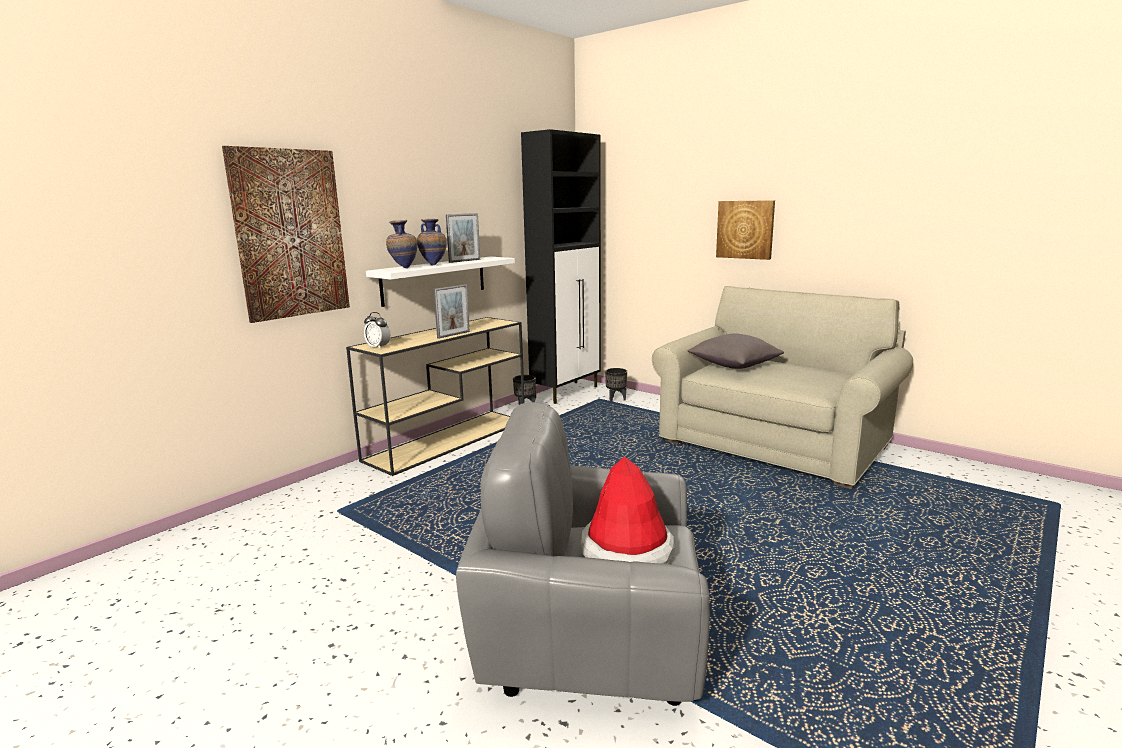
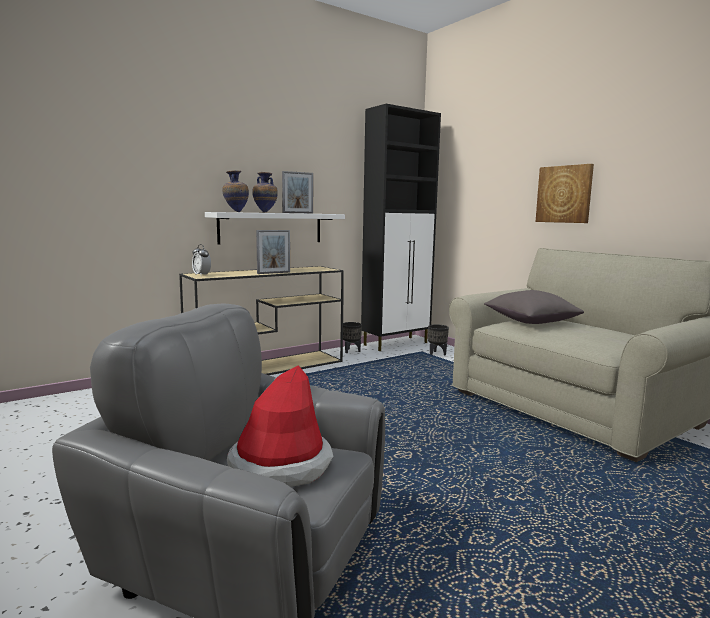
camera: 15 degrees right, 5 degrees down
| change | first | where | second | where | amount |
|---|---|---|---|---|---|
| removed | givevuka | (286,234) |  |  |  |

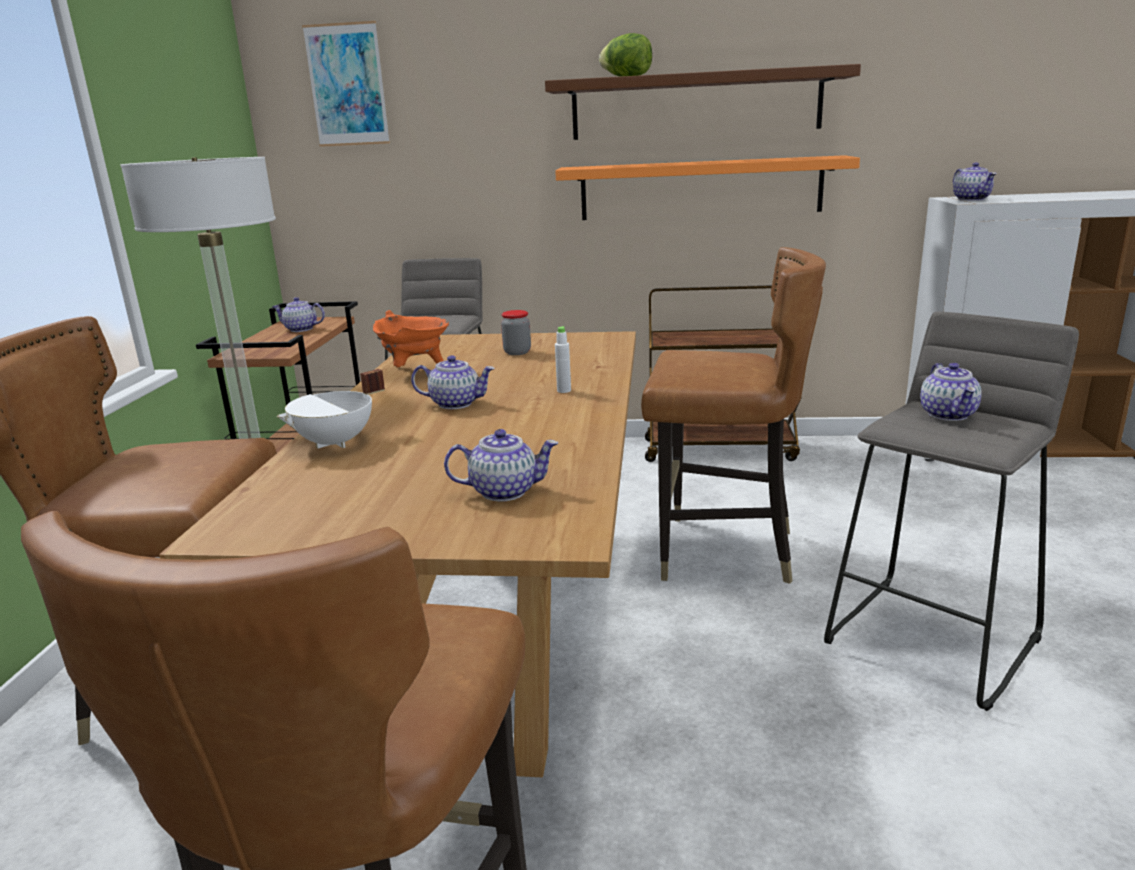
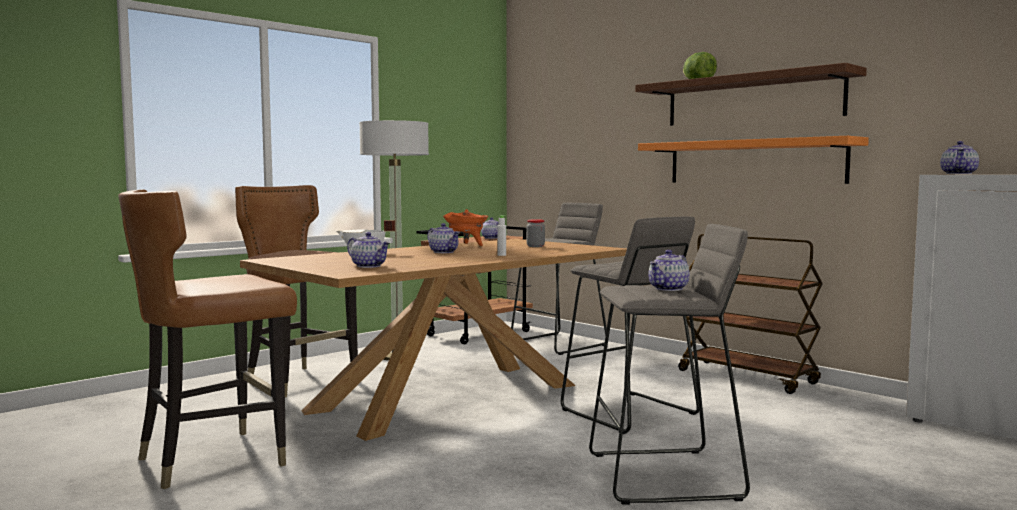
camera: 40 degrees right, 15 degrees down
| change | first | where | second | where | amount |
|---|---|---|---|---|---|
| removed | givevuka | (346,84) |  |  |  |
| replaced | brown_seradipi | (733,415) | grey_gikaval | (630,325) |  |

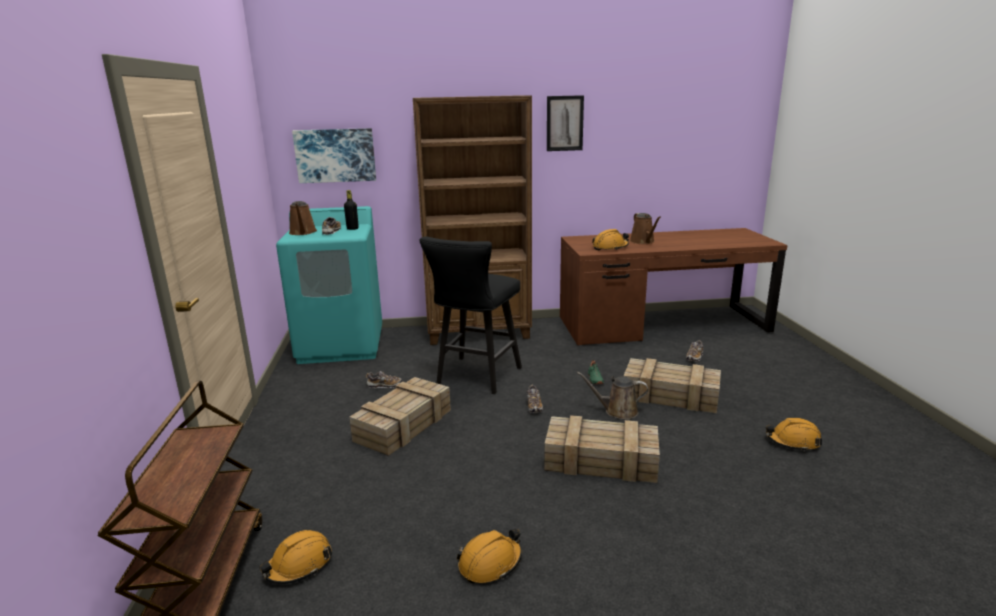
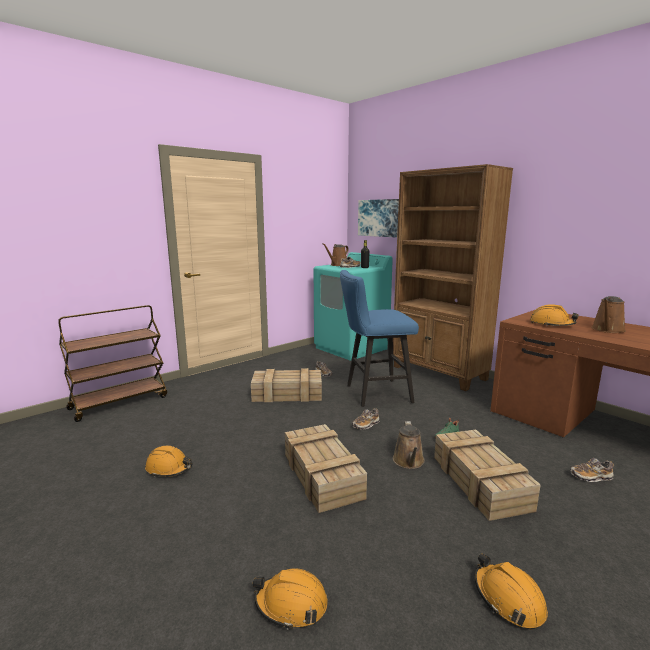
camera: 55 degrees right, 5 degrees down
| change | first | where | second | where | amount |
|---|---|---|---|---|---|
| removed | givevuka | (565,123) |  |  |  |
| moved | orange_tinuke | (295,557) |  | (290,599) |  |
| recoloured | black_gikaval | (471,315) | blue_gikaval | (379,338) |  |
| turned | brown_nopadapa | (612,395) |  | (409,445) | 150 degrees counterclockwise |

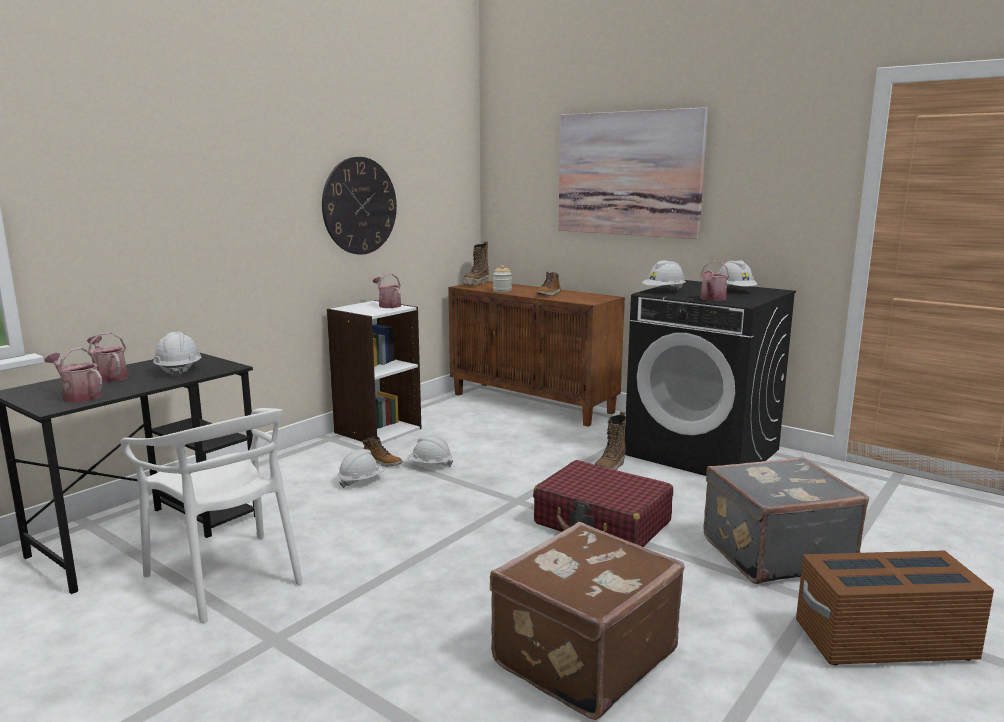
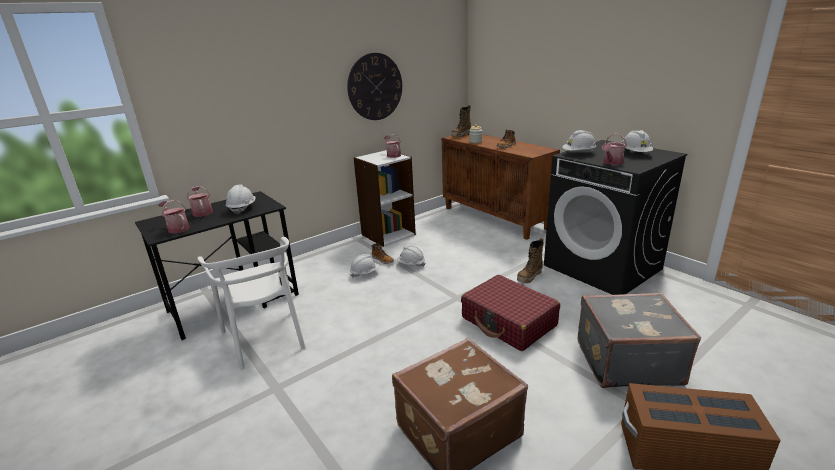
camera: 15 degrees right, 10 degrees up
| change | first | where | second | where | amount |
|---|---|---|---|---|---|
| removed | givevuka | (633,173) |  |  |  |

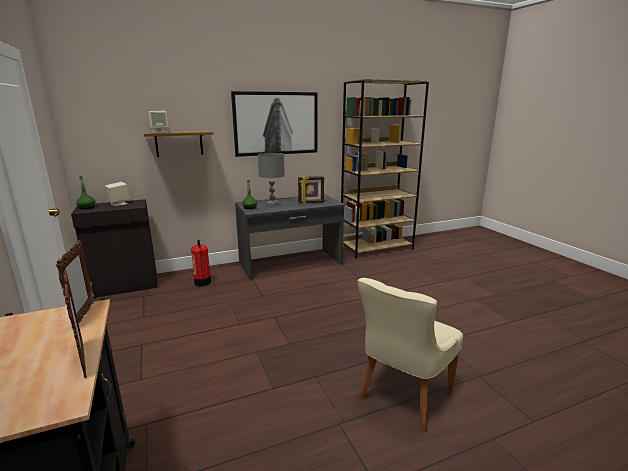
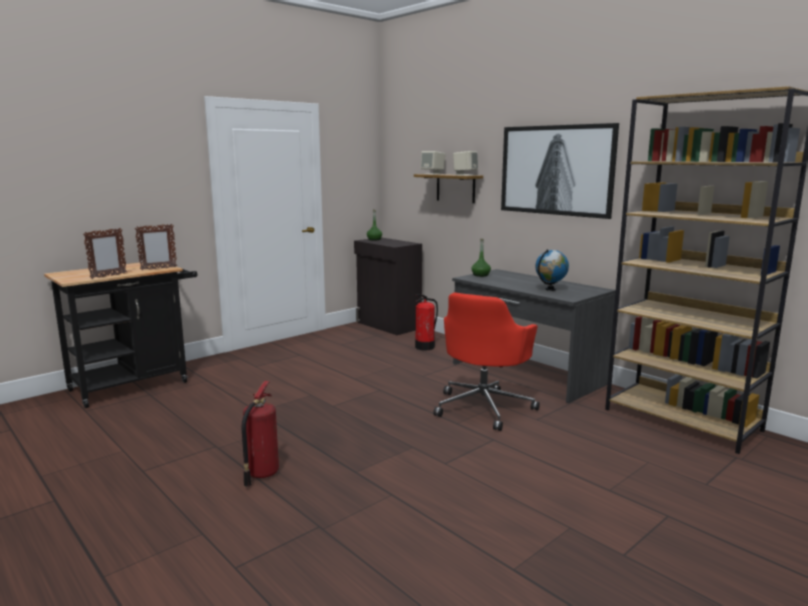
camera: 70 degrees right, 5 degrees down
| change | first | where | second | where | amount |
|---|---|---|---|---|---|
| removed | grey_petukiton | (271,179) |  |  |  |
| added |  |  | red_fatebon | (486,362) |  |
| moved | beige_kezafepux | (117,194) |  | (465,163) |  |
| replaced | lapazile | (311,189) | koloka | (552,270) |  |
| replaced | beige_seradipi | (410,355) | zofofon | (260,434) |  |

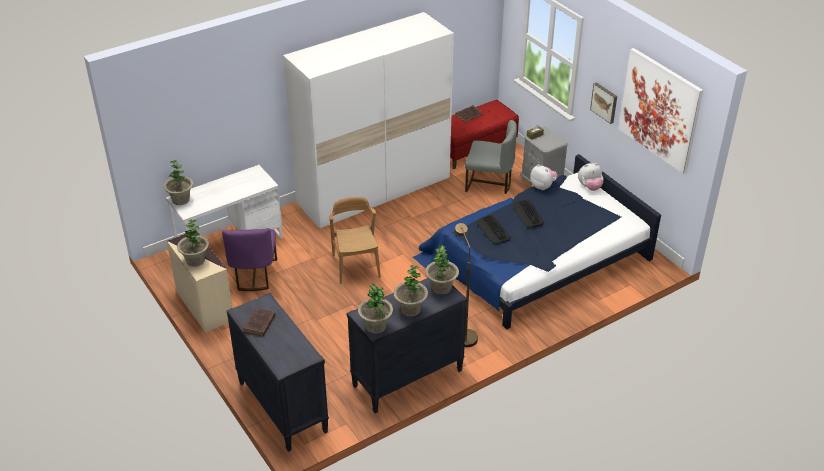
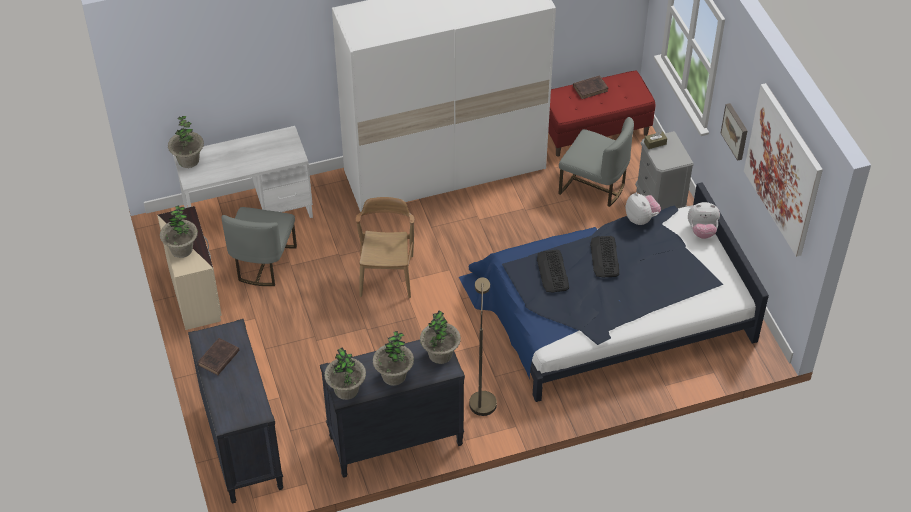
camera: 15 degrees right, 10 degrees up
| change | first | where | second | where | amount |
|---|---|---|---|---|---|
| recoloured | purple_seradipi | (249,259) | grey_seradipi | (259,246) |  |

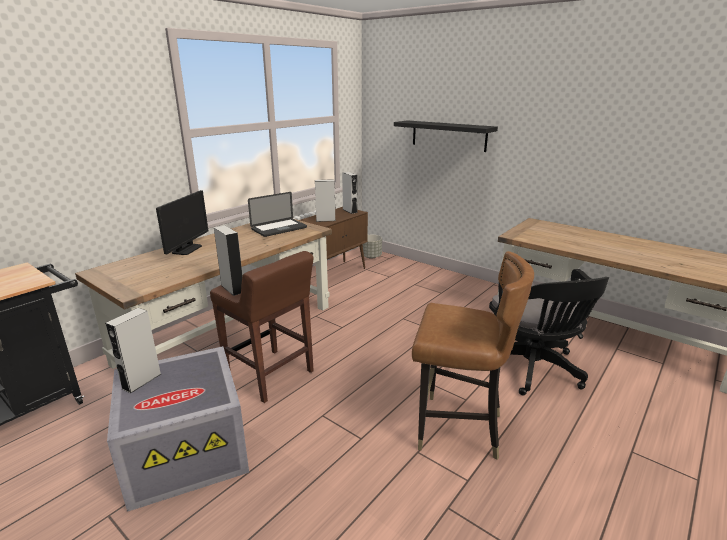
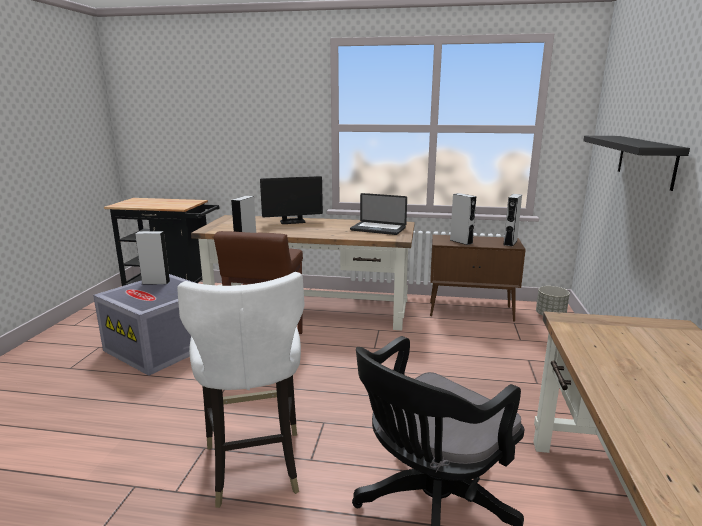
camera: 60 degrees right, 5 degrees down
| change | first | where | second | where | amount |
|---|---|---|---|---|---|
| recoloured | brown_seradipi | (473,355) | white_seradipi | (241,390) |  |

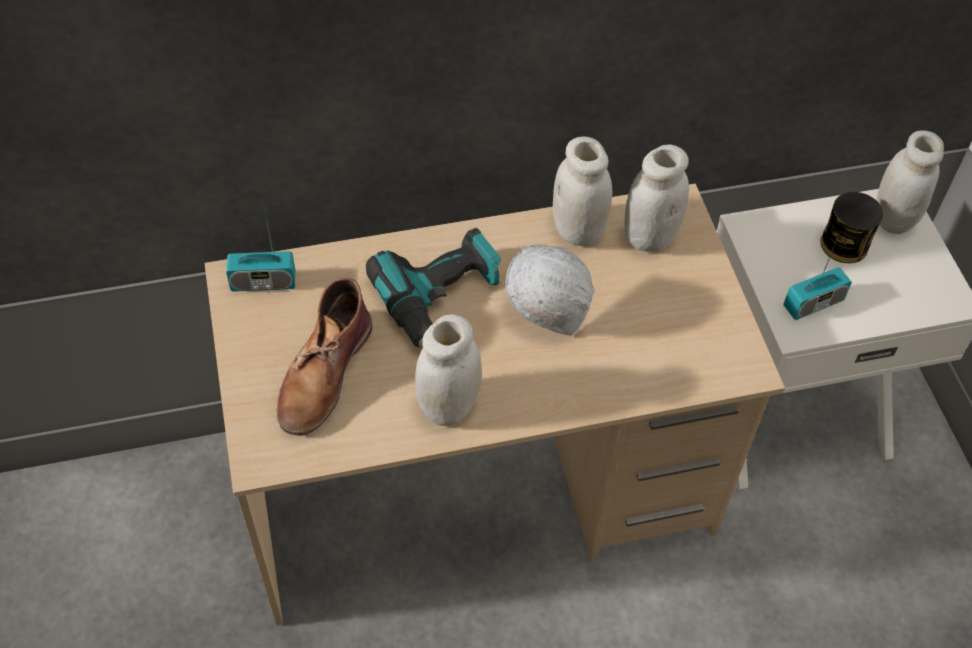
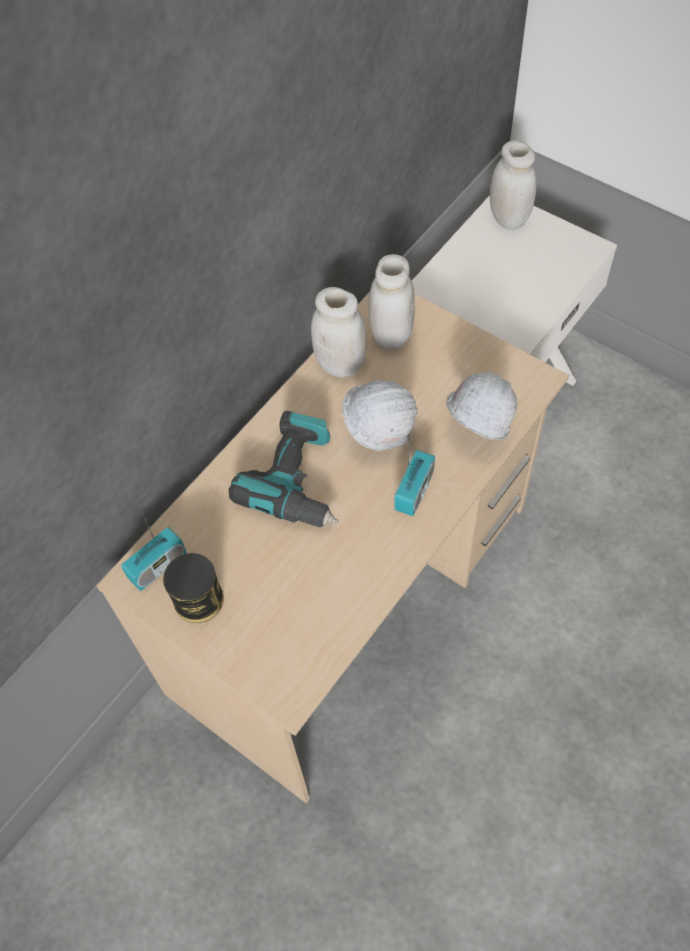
camera: 35 degrees left, 5 degrees up
| change | first | where | second | where | amount |
|---|---|---|---|---|---|
| removed | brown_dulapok | (324,356) |  |  |  |
| removed | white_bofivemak | (448,370) |  |  |  |
| added |  |  | white_tinuke | (481,405) |  |
| moved | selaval | (817,277) |  | (414,473) |  |
| moved | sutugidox | (851,227) |  | (193,588) |  |

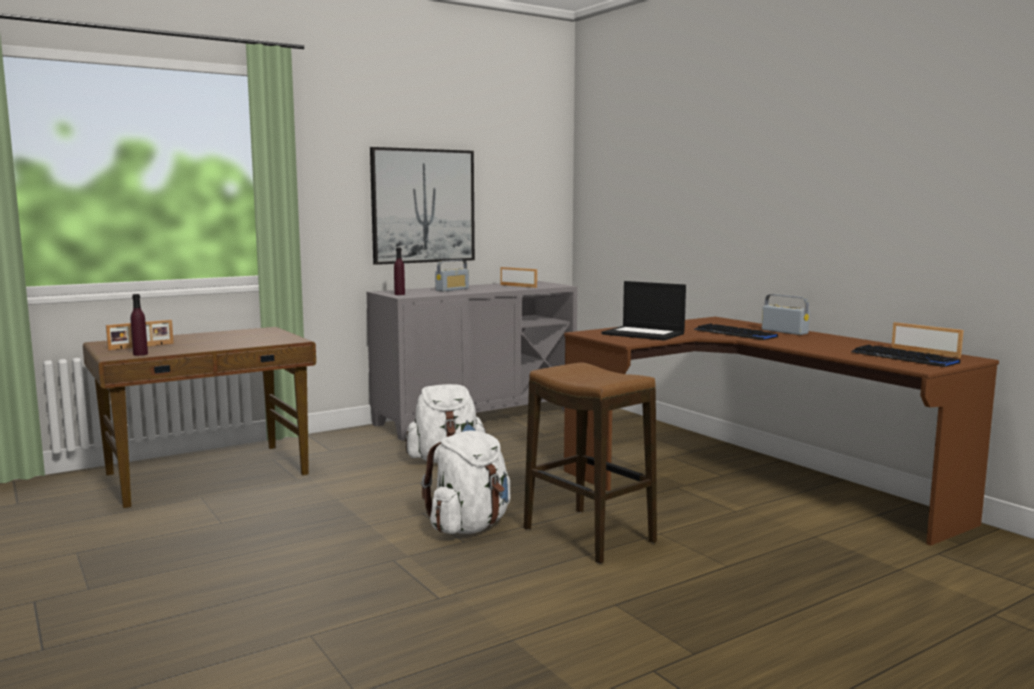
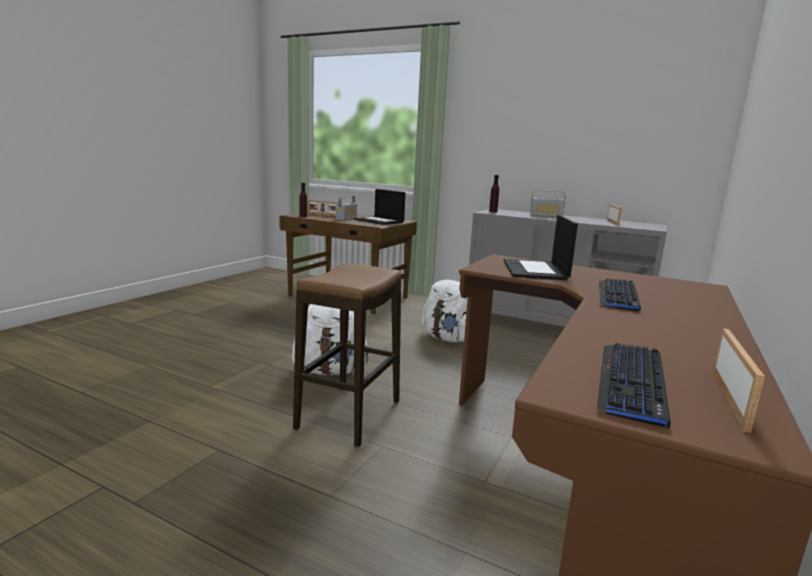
camera: 60 degrees right, 5 degrees up
| change | first | where | second | where | amount |
|---|---|---|---|---|---|
| removed | givevuka | (422,206) |  |  |  |
| added |  |  | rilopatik | (379,207) |  |
| moved | selaval | (786,314) |  | (346,208) |  |

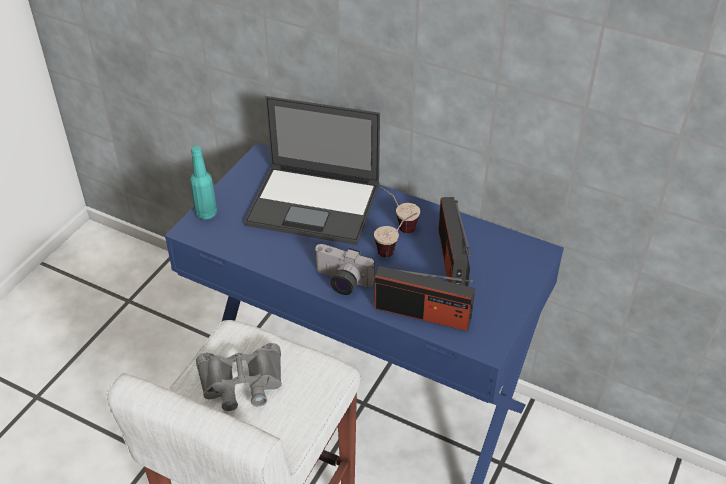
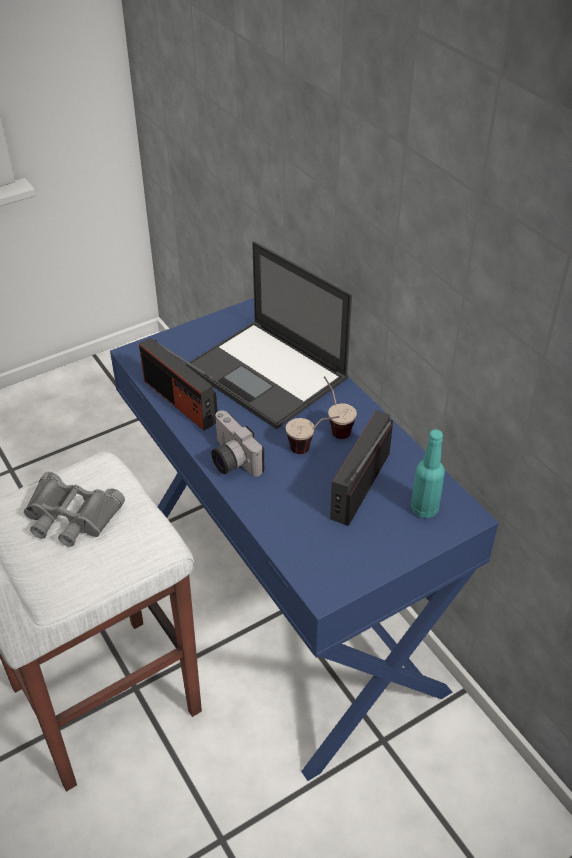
camera: 30 degrees right, 0 degrees up
| change | first | where | second | where | amount |
|---|---|---|---|---|---|
| moved | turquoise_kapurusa | (203,183) |  | (428,474) |  |
| moved | selaval | (424,298) |  | (178,384) |  |

